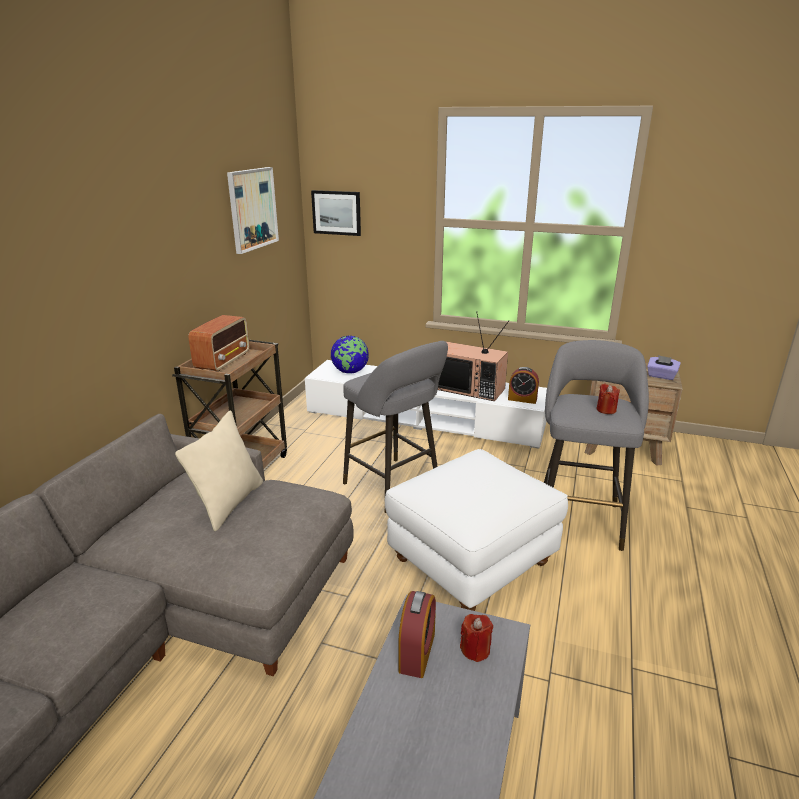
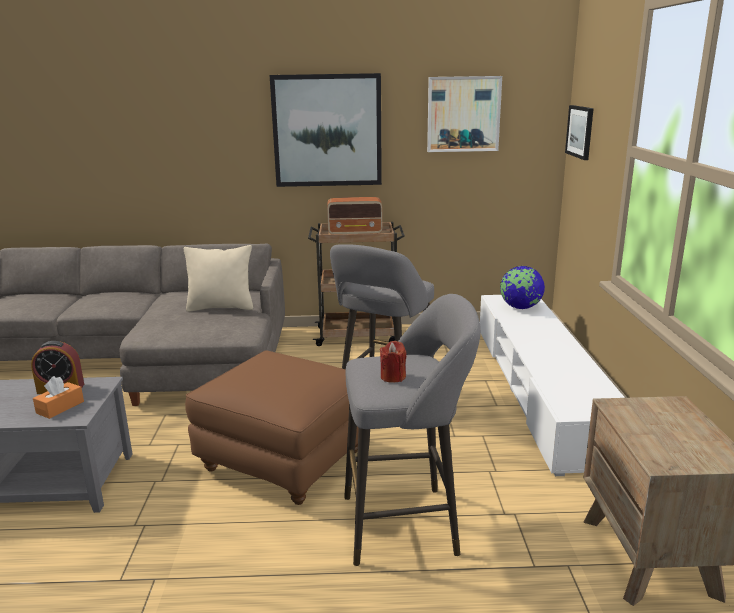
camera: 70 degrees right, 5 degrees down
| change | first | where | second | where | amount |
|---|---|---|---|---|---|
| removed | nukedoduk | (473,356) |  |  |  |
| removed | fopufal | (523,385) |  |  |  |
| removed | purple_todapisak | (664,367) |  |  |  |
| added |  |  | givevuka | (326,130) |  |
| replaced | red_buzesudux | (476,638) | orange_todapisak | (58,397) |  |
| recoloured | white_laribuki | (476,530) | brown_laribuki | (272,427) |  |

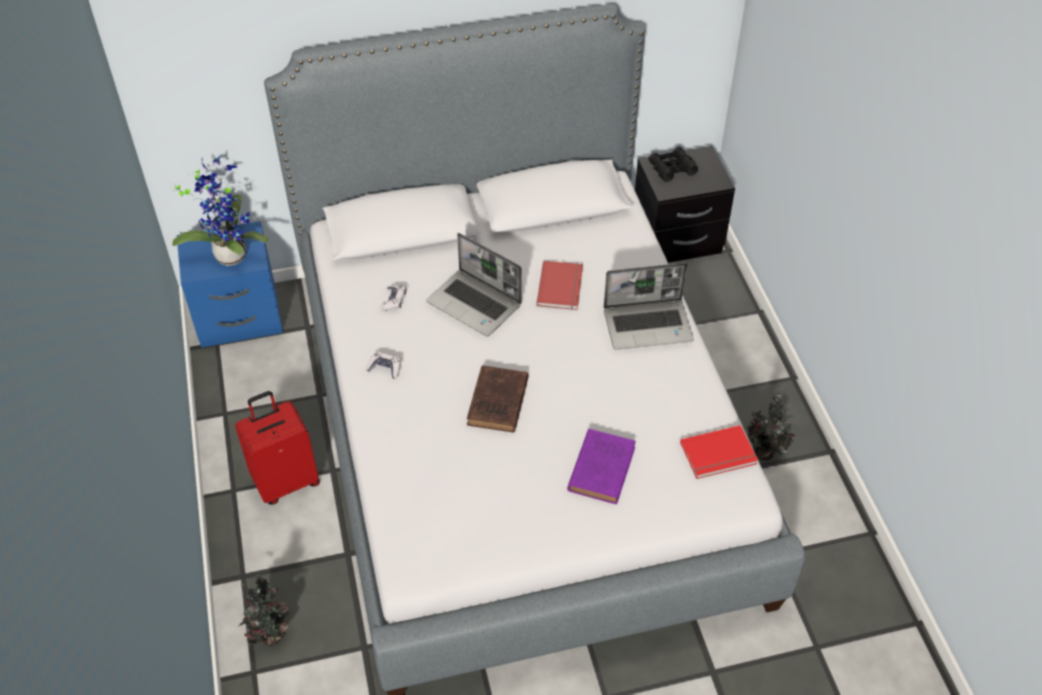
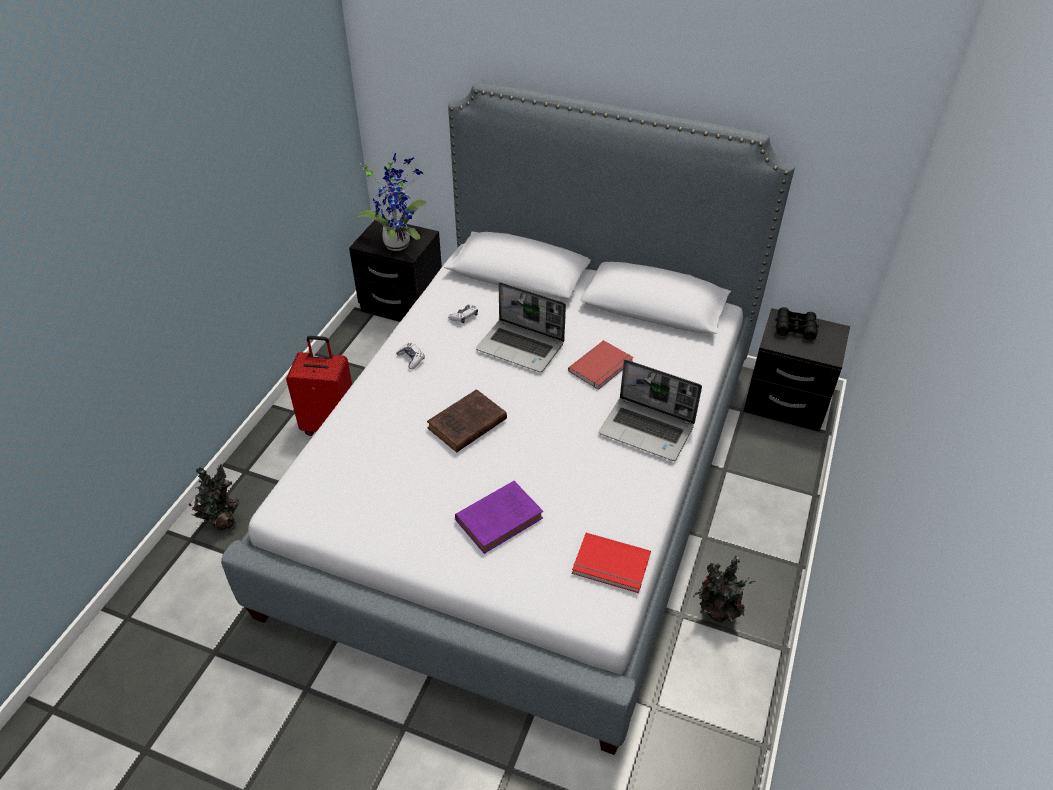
camera: 35 degrees right, 5 degrees down
| change | first | where | second | where | amount |
|---|---|---|---|---|---|
| recoloured | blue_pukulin | (230,284) | black_pukulin | (395,270) |  |
| turned | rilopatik | (474,285) |  | (521,327) | 45 degrees counterclockwise |

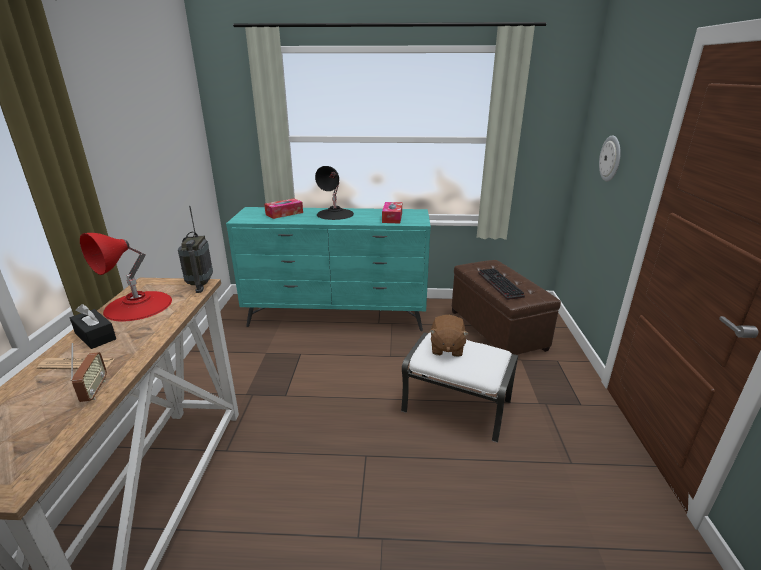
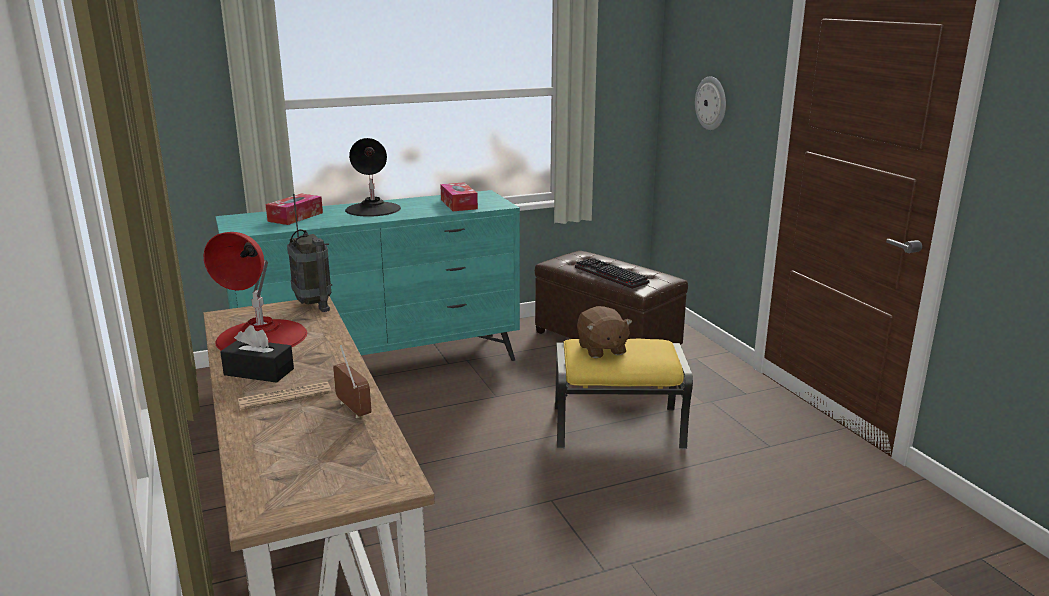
camera: 25 degrees left, 5 degrees down
| change | first | where | second | where | amount |
|---|---|---|---|---|---|
| recoloured | white_laribuki | (459,387) | yellow_laribuki | (624,394) |  |

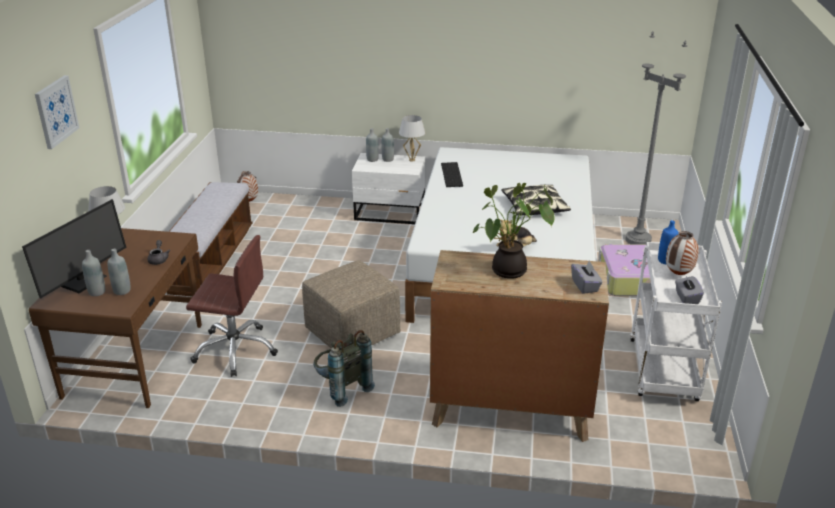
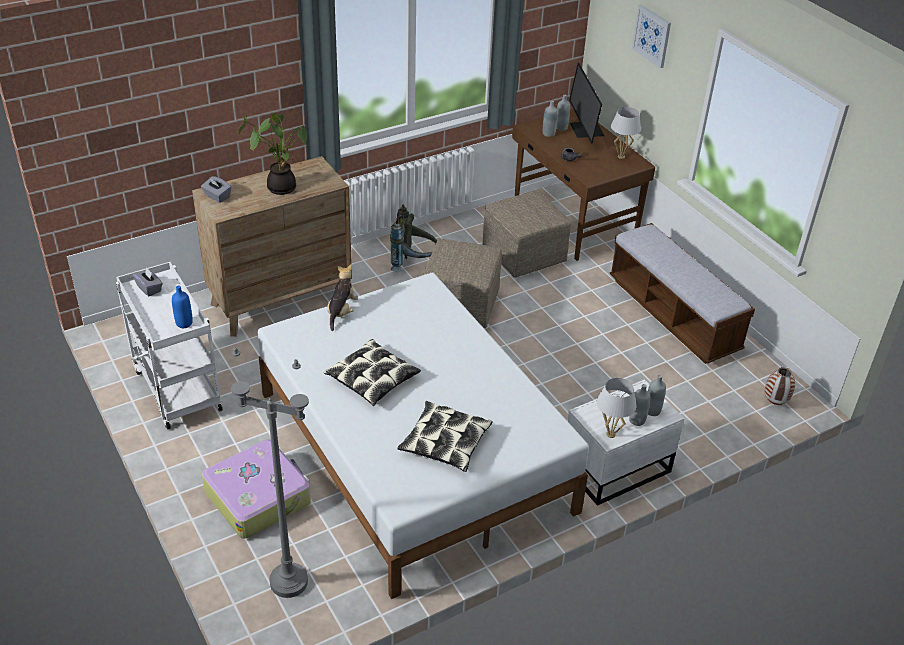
camera: 140 degrees right, 10 degrees up
| change | first | where | second | where | amount |
|---|---|---|---|---|---|
| removed | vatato | (452,174) |  |  |  |
| removed | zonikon | (682,253) |  |  |  |
| added |  |  | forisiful | (445,436) |  |
| replaced | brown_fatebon | (232,306) | beige_laribuki | (526,234) |  |

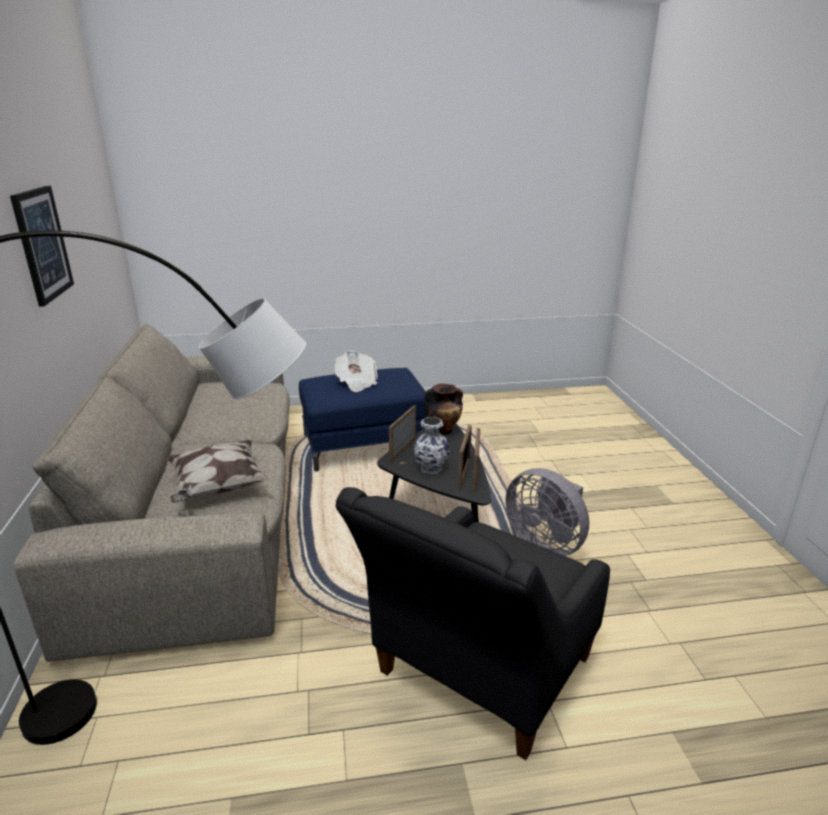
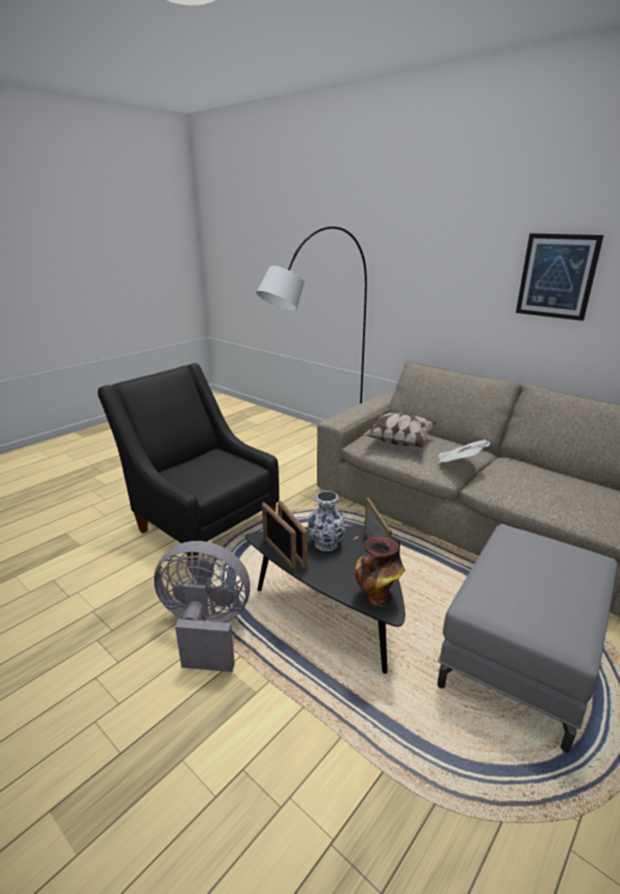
camera: 140 degrees right, 0 degrees up
| change | first | where | second | where | amount |
|---|---|---|---|---|---|
| moved | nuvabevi | (355,371) |  | (464,452) |  |
| recoloured | blue_laribuki | (363,419) | grey_laribuki | (527,638) |  |
| turned | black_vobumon | (472,623) |  | (188,462) | 45 degrees counterclockwise |

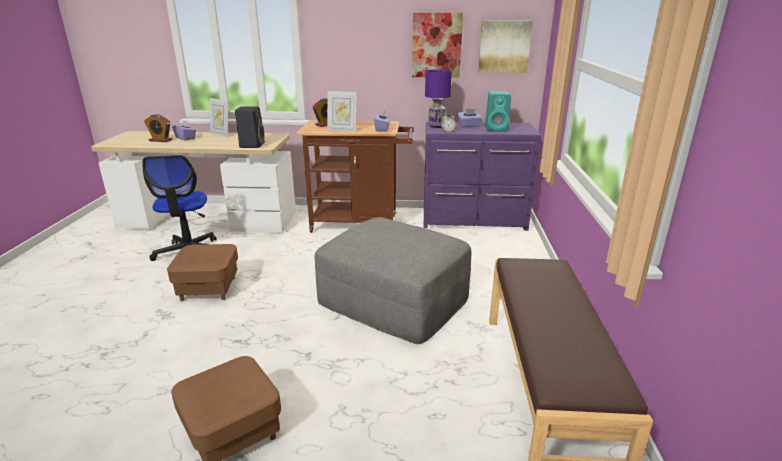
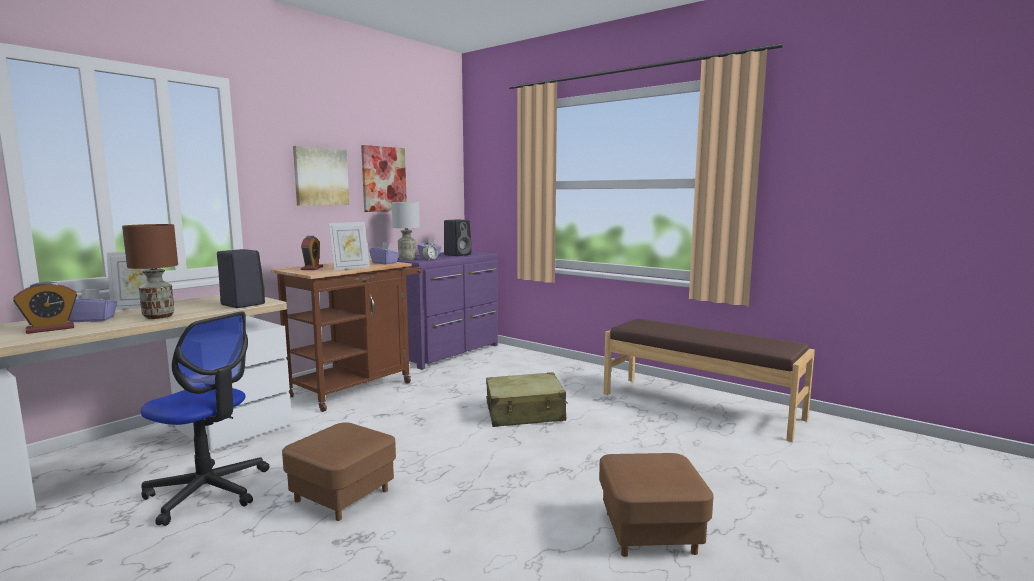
camera: 55 degrees left, 15 degrees down
| change | first | where | second | where | amount |
|---|---|---|---|---|---|
| added |  |  | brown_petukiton | (150,271) |  |
| moved | givevuka | (505,46) |  | (321,176) |  |
| replaced | grey_laribuki | (393,280) | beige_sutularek | (527,399) |  |
| recoloured | purple_petukiton | (438,99) | grey_petukiton | (406,231) |  |
| recoloured | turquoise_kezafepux | (498,111) | black_kezafepux | (457,238) |  |

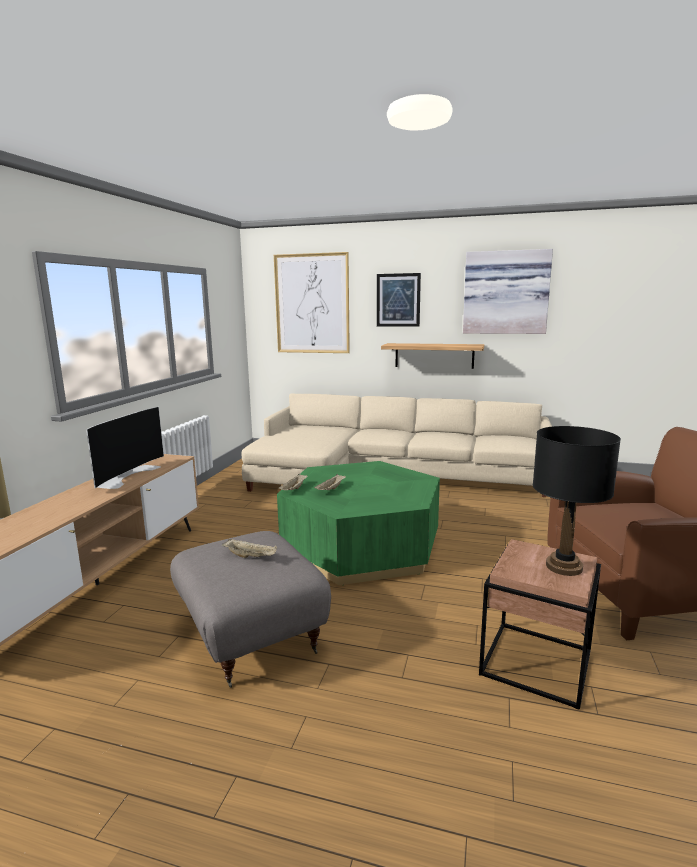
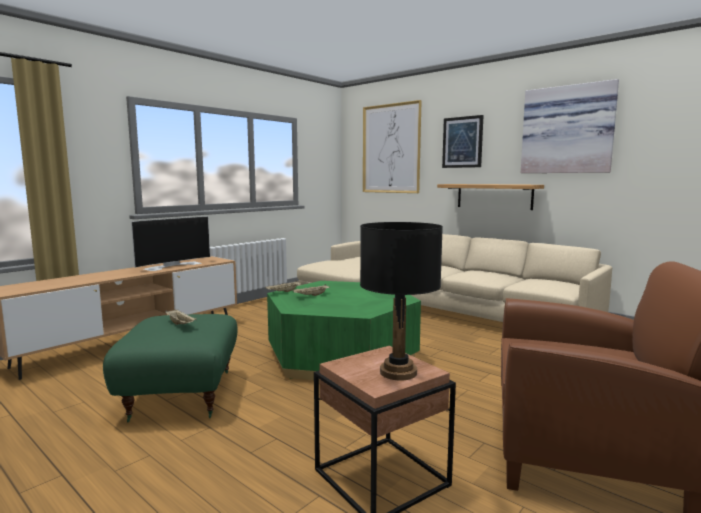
camera: 25 degrees right, 5 degrees down
| change | first | where | second | where | amount |
|---|---|---|---|---|---|
| recoloured | grey_laribuki | (250,609) | green_laribuki | (170,368) |  |

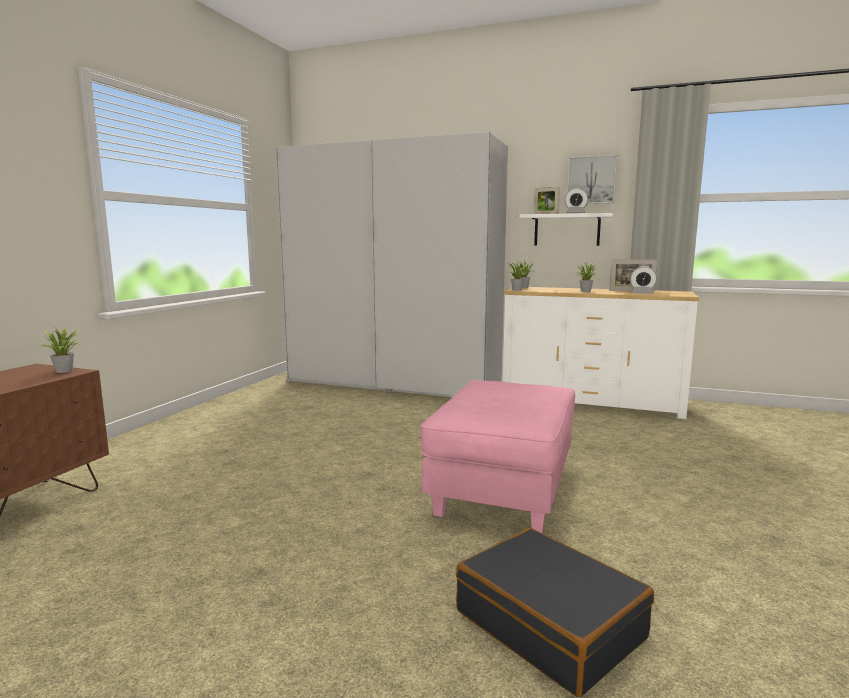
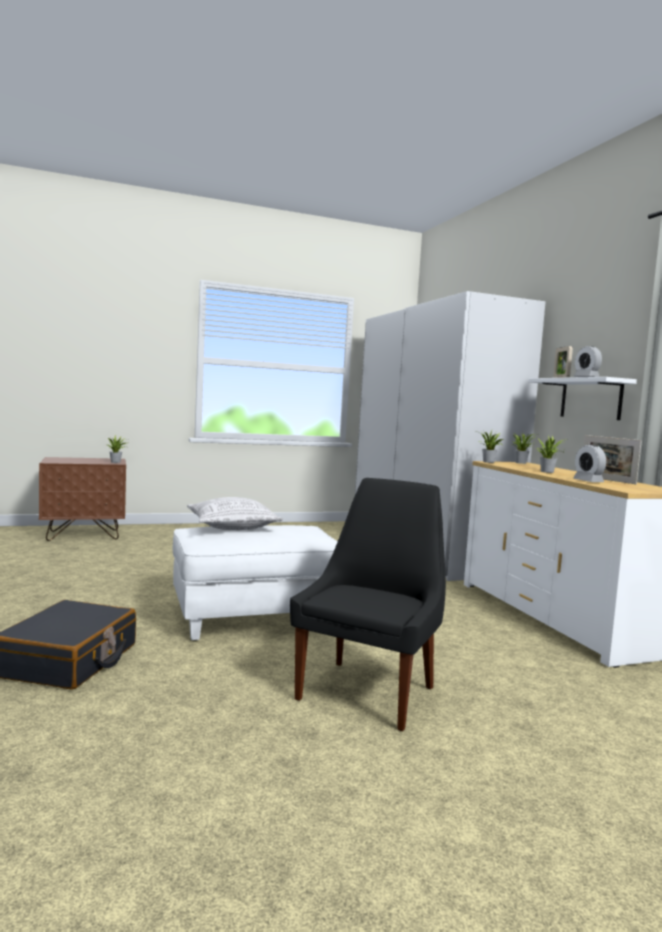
camera: 50 degrees right, 5 degrees down
| change | first | where | second | where | amount |
|---|---|---|---|---|---|
| removed | givevuka | (592,179) |  |  |  |
| added |  |  | forisiful | (235,513) |  |
| added |  |  | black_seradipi | (368,604) |  |
| recoloured | pink_laribuki | (497,456) | white_laribuki | (255,582) |  |

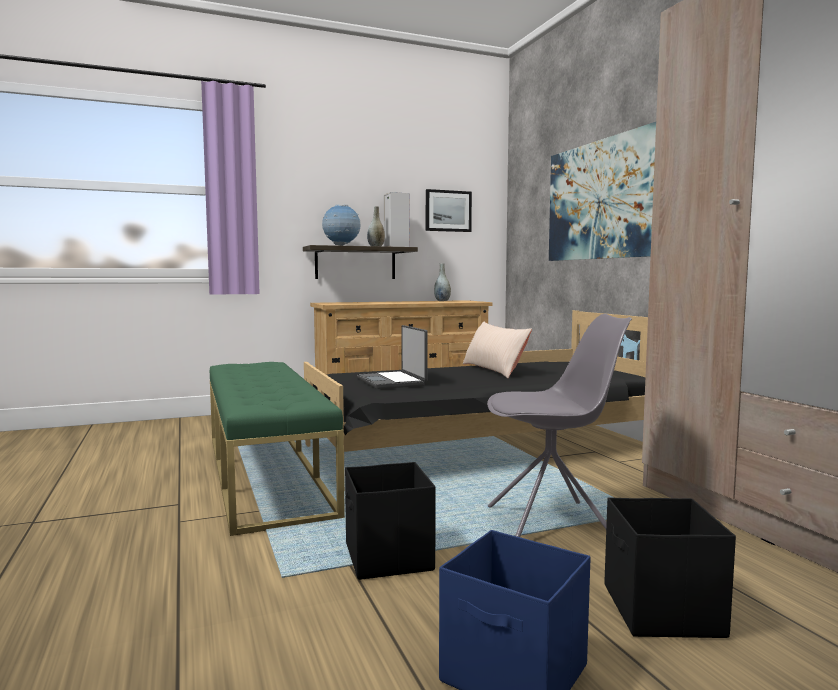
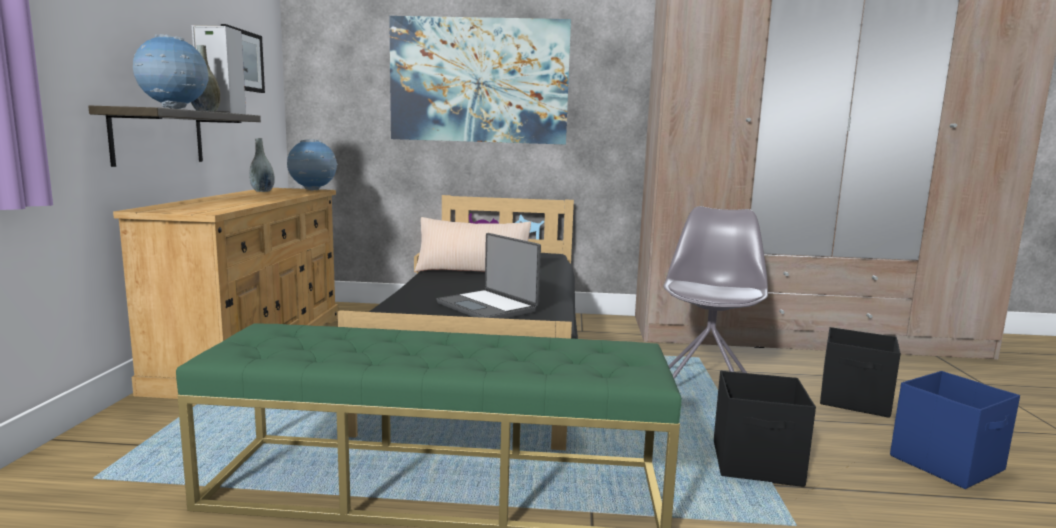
camera: 65 degrees left, 5 degrees up
| change | first | where | second | where | amount |
|---|---|---|---|---|---|
| added |  |  | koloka | (312,165) |  |
| turned | rilopatik | (392,357) |  | (488,276) | 45 degrees clockwise |

